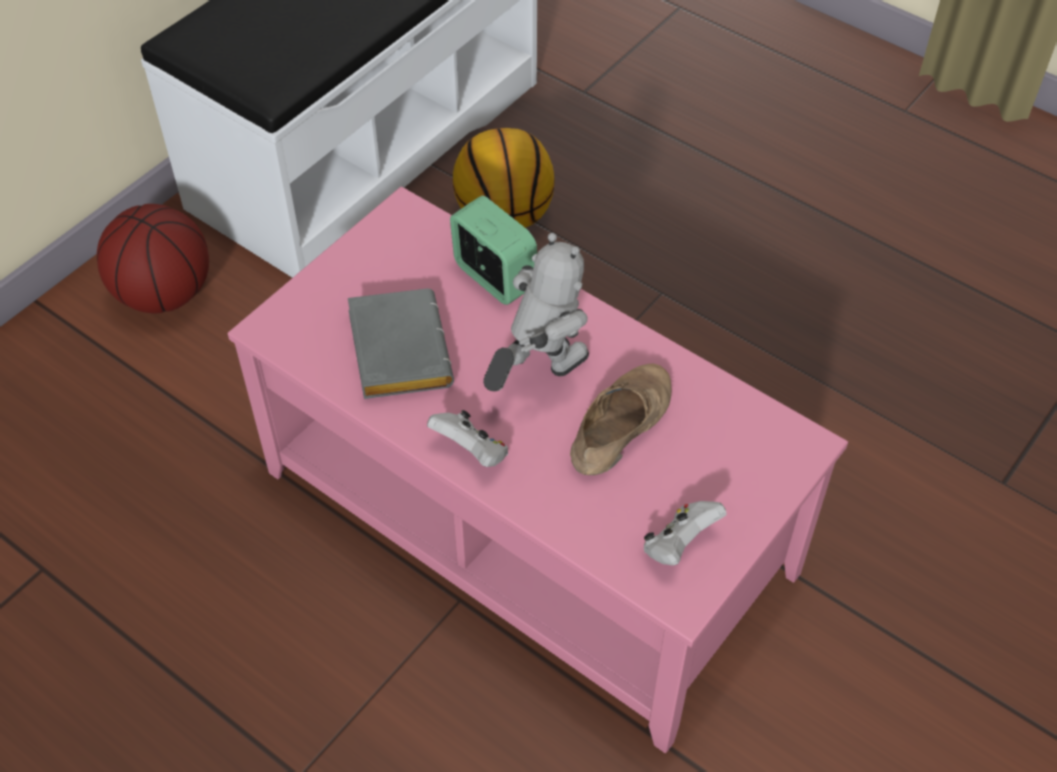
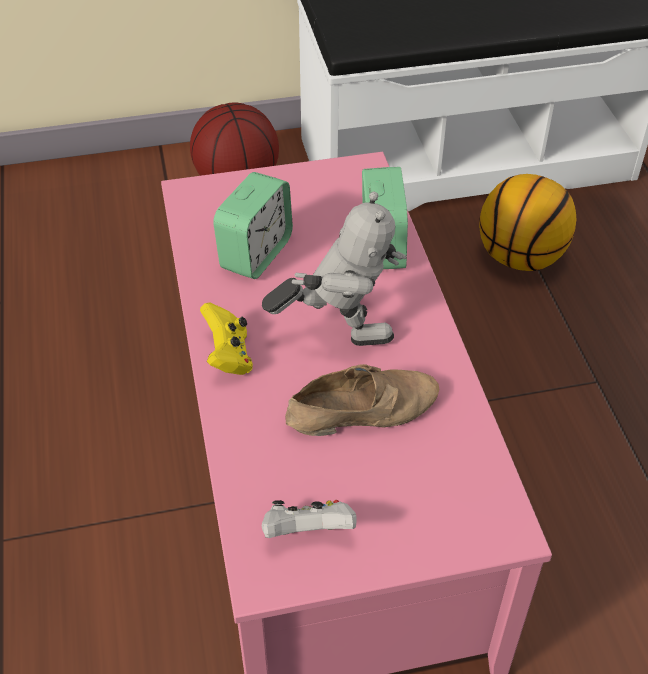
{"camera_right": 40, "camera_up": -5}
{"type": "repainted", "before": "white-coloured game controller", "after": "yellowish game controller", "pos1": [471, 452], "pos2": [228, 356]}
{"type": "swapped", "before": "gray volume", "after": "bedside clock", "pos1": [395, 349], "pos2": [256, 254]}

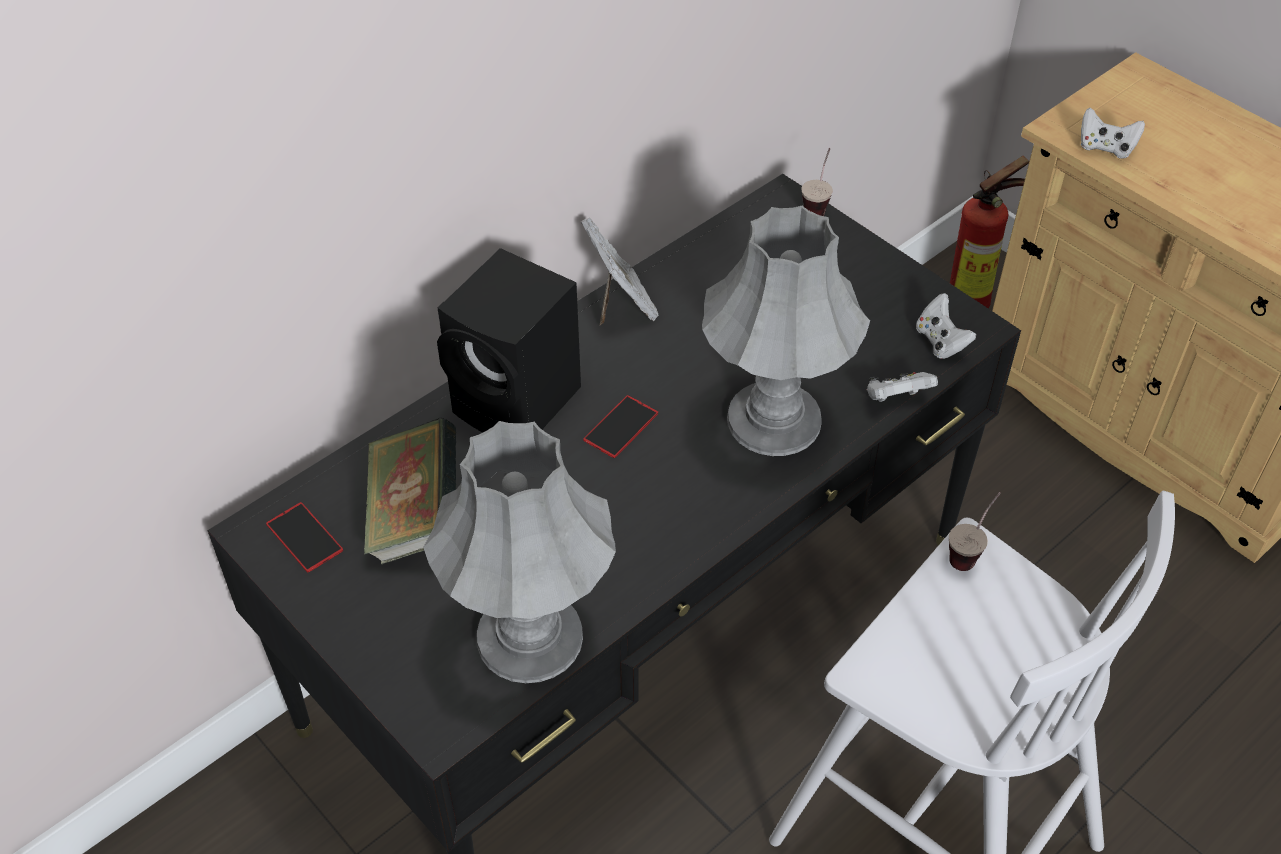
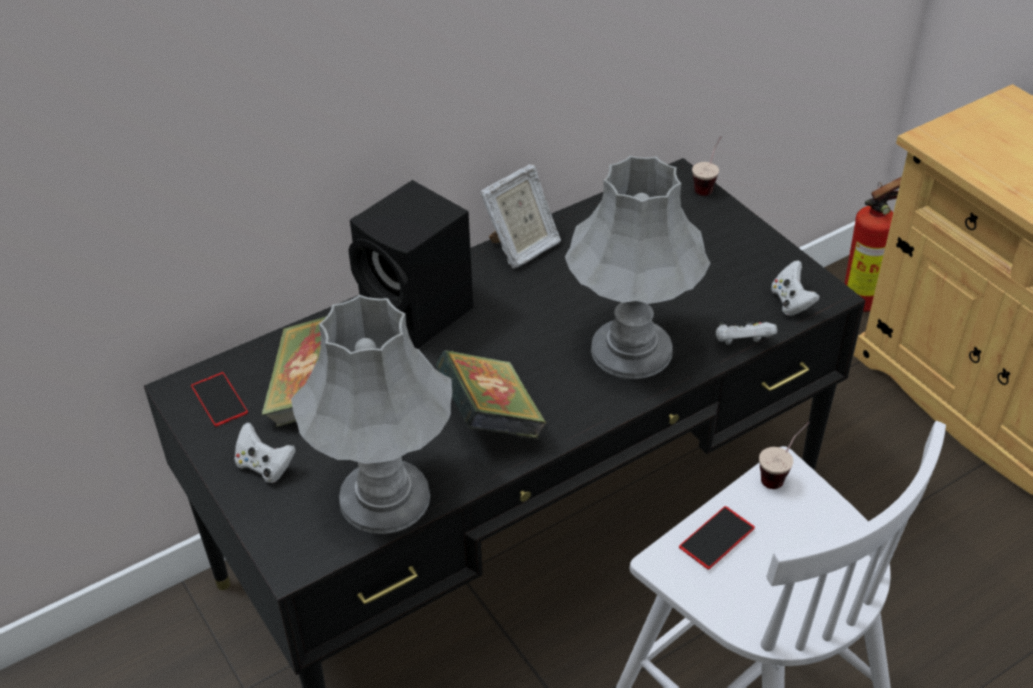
{"camera_right": 10, "camera_up": -5}
{"type": "shifted", "before": "white-coloured game controller", "pos1": [1105, 148], "pos2": [265, 466]}
{"type": "new", "after": "volume", "pos2": [491, 420]}
{"type": "rotated", "before": "standing frame", "pos1": [621, 305], "pos2": [521, 248], "turn": 60}
{"type": "shifted", "before": "handset", "pos1": [621, 426], "pos2": [716, 537]}

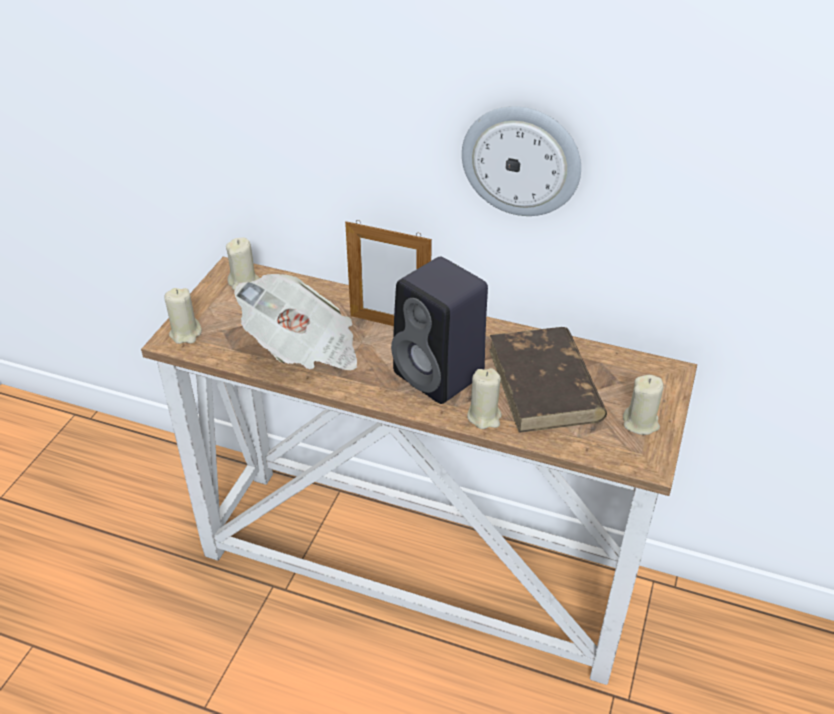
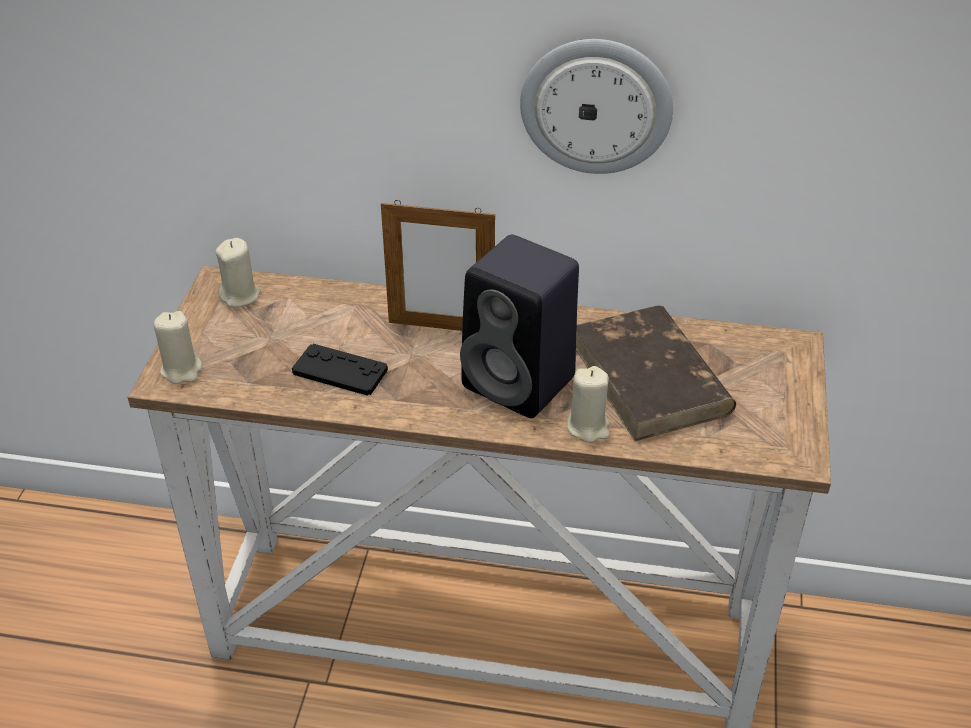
{"camera_right": -10, "camera_up": 0}
{"type": "swapped", "before": "daily paper", "after": "blackish game controller", "pos1": [303, 349], "pos2": [340, 371]}
{"type": "gone", "before": "beige wax candle", "pos1": [641, 423]}

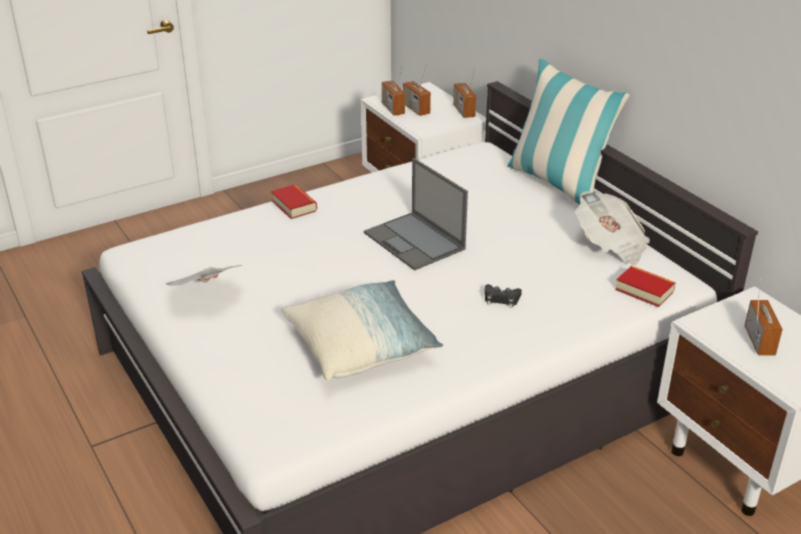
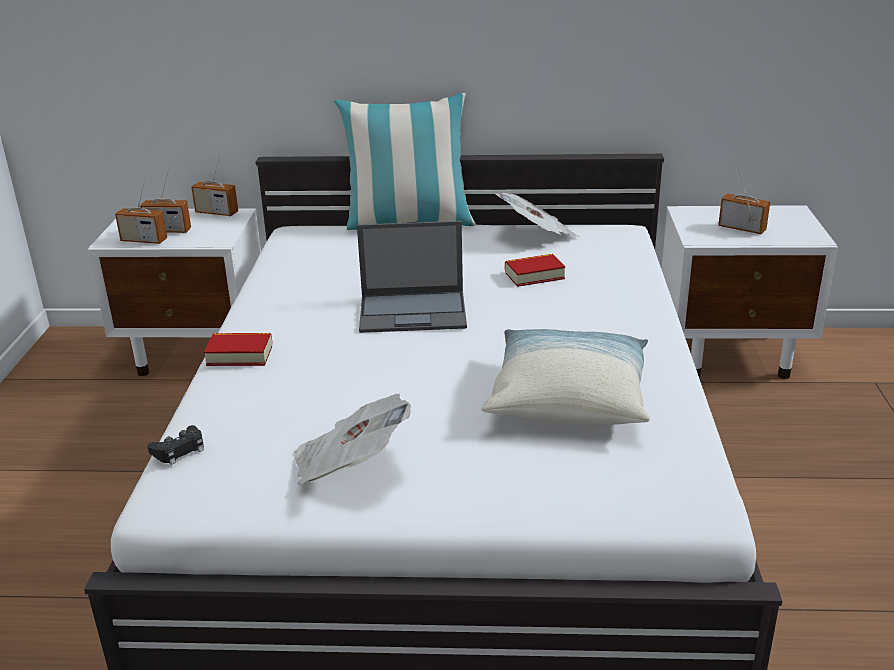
{"camera_right": -55, "camera_up": -5}
{"type": "shifted", "before": "blackish game controller", "pos1": [501, 299], "pos2": [179, 450]}
{"type": "shifted", "before": "volume", "pos1": [644, 290], "pos2": [534, 275]}

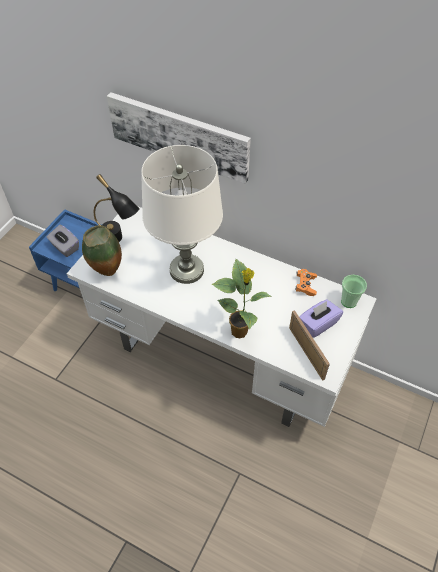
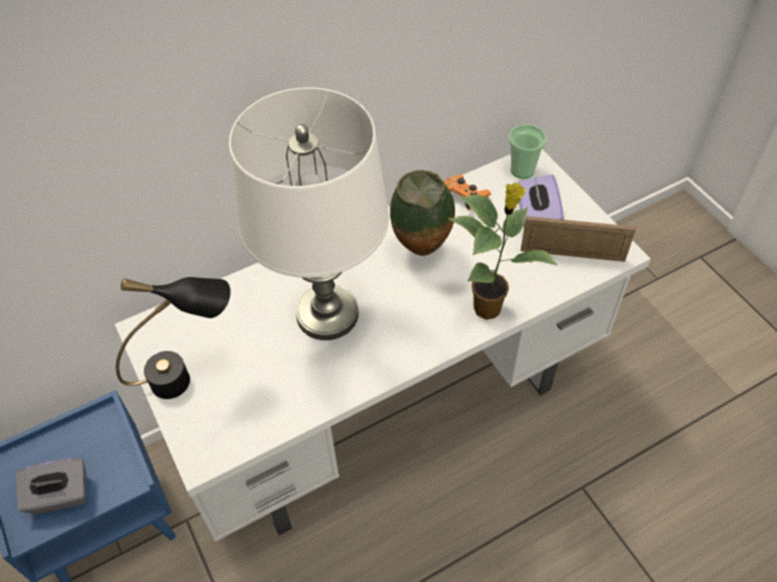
{"camera_right": -55, "camera_up": 0}
{"type": "shifted", "before": "vase", "pos1": [107, 273], "pos2": [422, 252]}
{"type": "gone", "before": "wall picture", "pos1": [179, 135]}

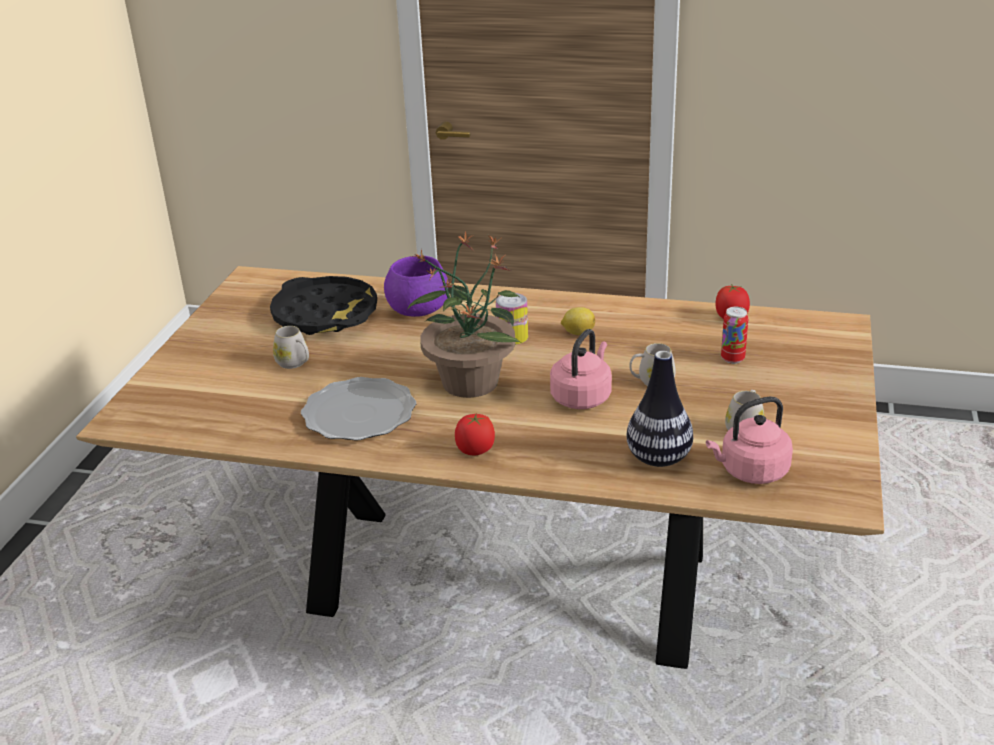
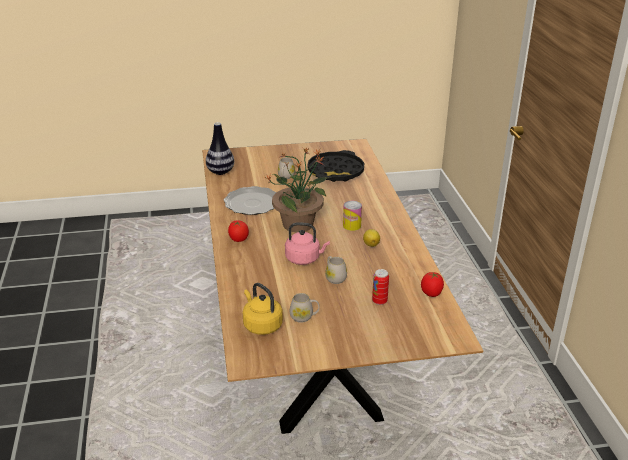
{"camera_right": 65, "camera_up": 0}
{"type": "shifted", "before": "vase", "pos1": [659, 459], "pos2": [220, 172]}
{"type": "repainted", "before": "pinkish water kettle", "after": "yellowish water kettle", "pos1": [750, 472], "pos2": [261, 325]}
{"type": "gone", "before": "purplish bowl", "pos1": [419, 310]}

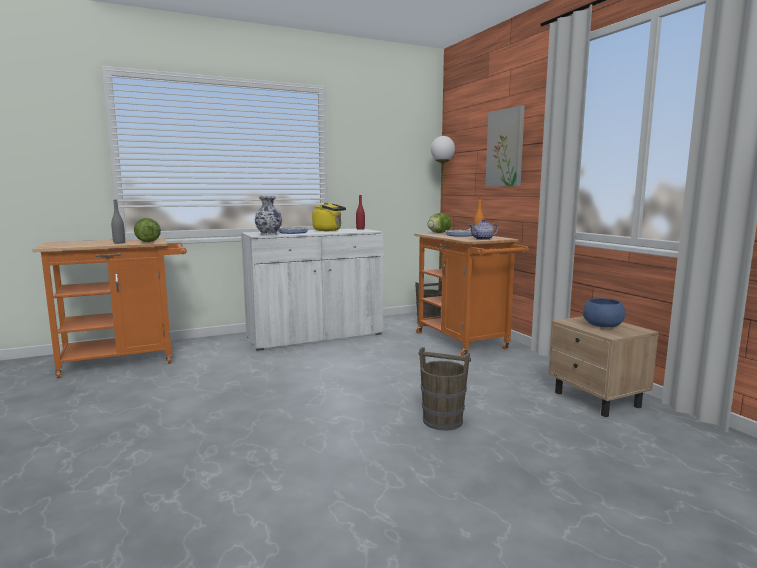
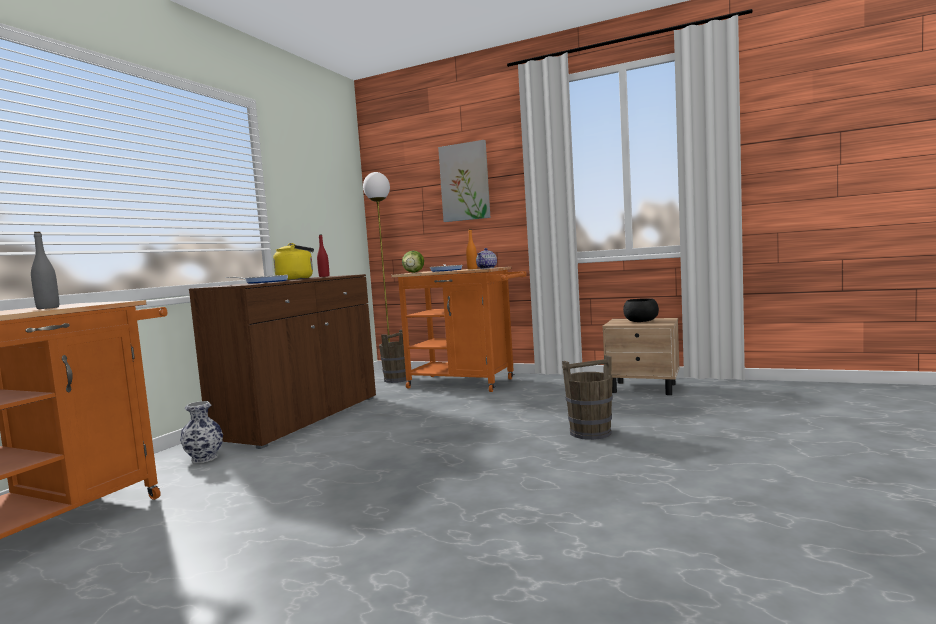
{"camera_right": -40, "camera_up": -5}
{"type": "shifted", "before": "vase", "pos1": [269, 235], "pos2": [204, 458]}
{"type": "repainted", "before": "white-coloured storage cabinet", "after": "brown storage cabinet", "pos1": [315, 336], "pos2": [301, 418]}
{"type": "repainted", "before": "bluish bowl", "after": "blackish bowl", "pos1": [602, 325], "pos2": [640, 321]}
{"type": "gone", "before": "lettuce", "pos1": [148, 242]}

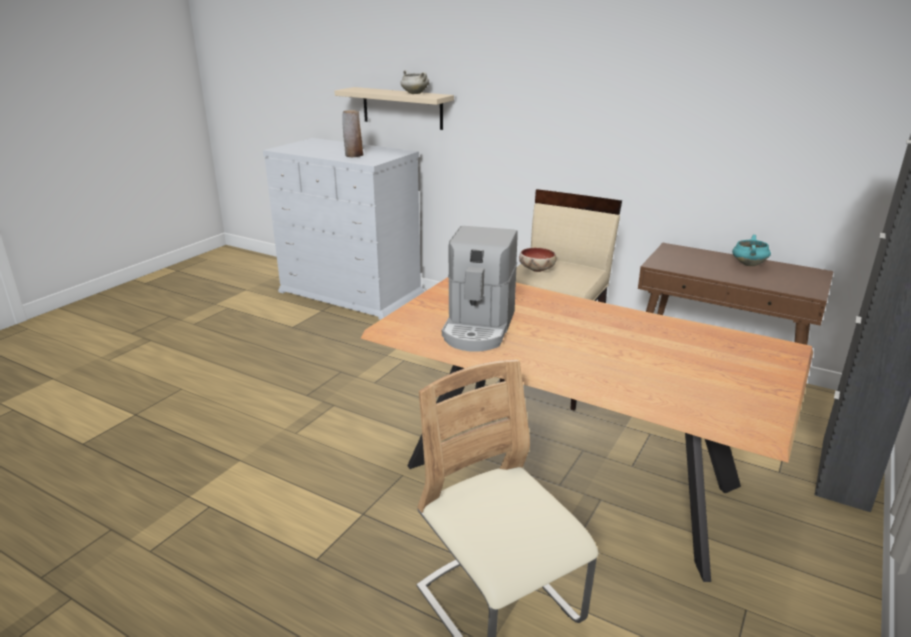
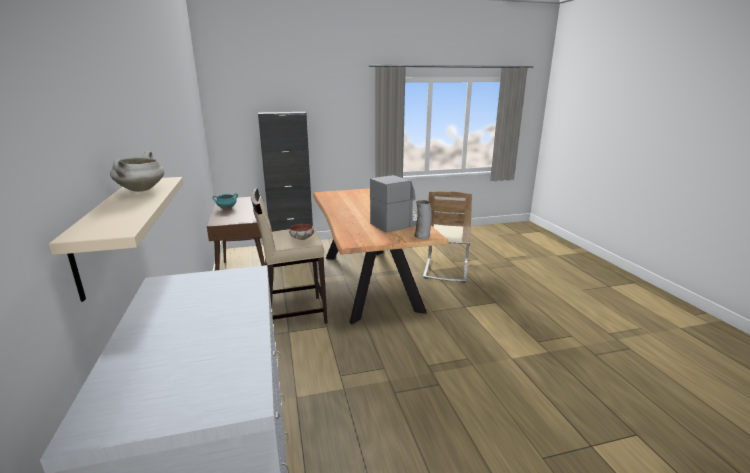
{"camera_right": -135, "camera_up": -5}
{"type": "shifted", "before": "vase", "pos1": [353, 155], "pos2": [422, 236]}

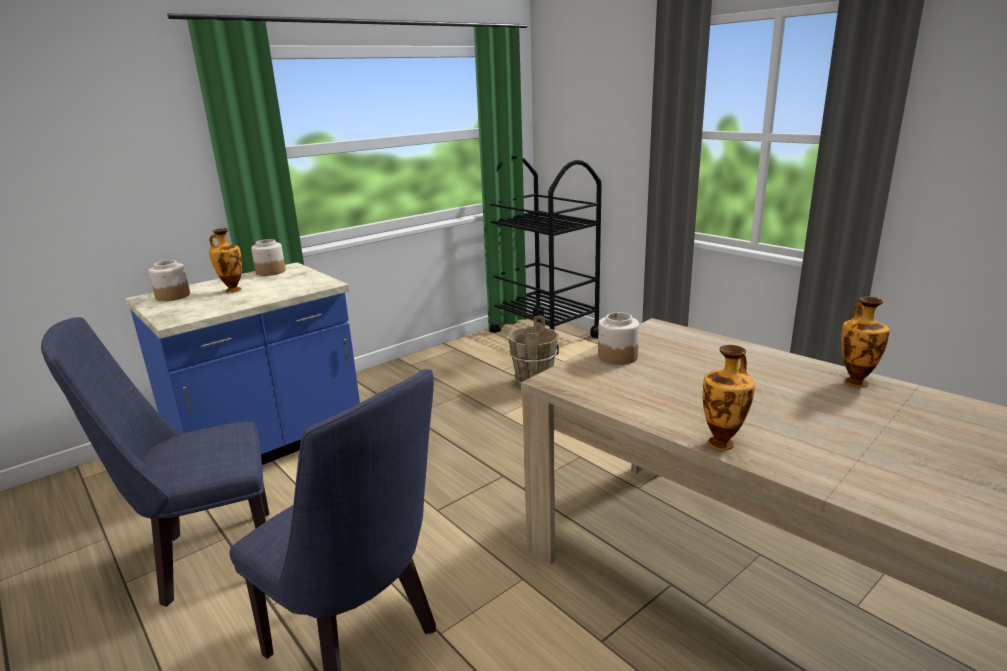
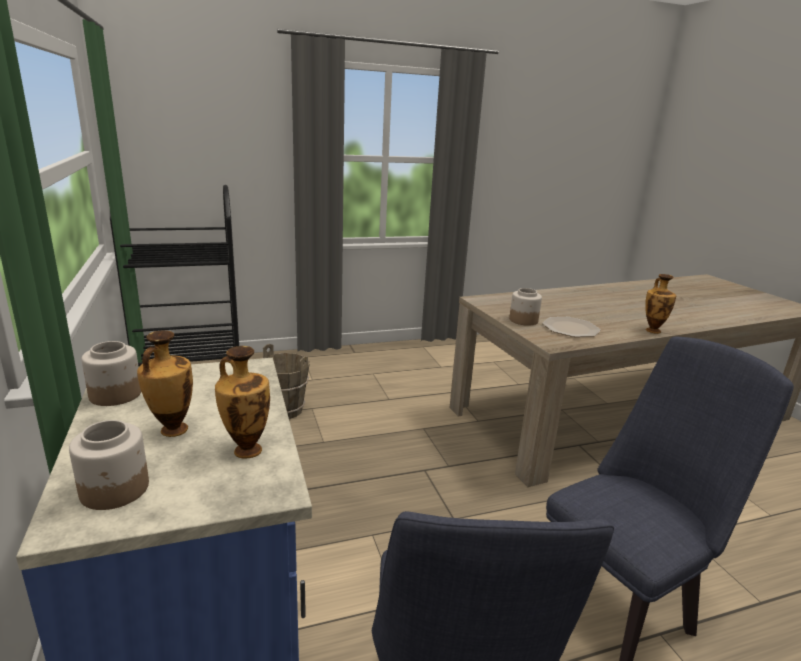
{"camera_right": -70, "camera_up": 0}
{"type": "shifted", "before": "vase", "pos1": [855, 381], "pos2": [246, 450]}
{"type": "new", "after": "plate", "pos2": [570, 328]}

